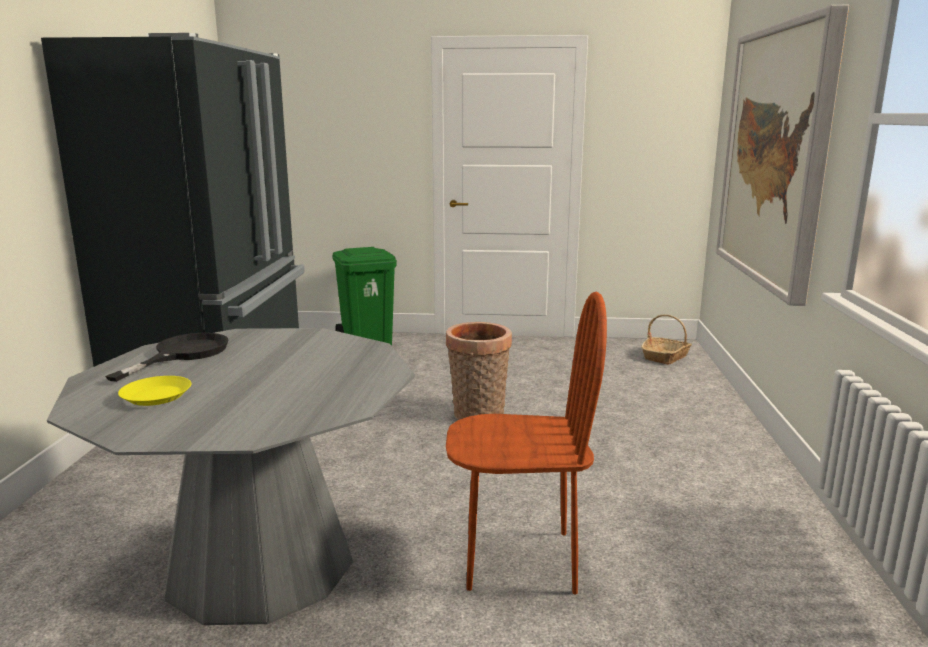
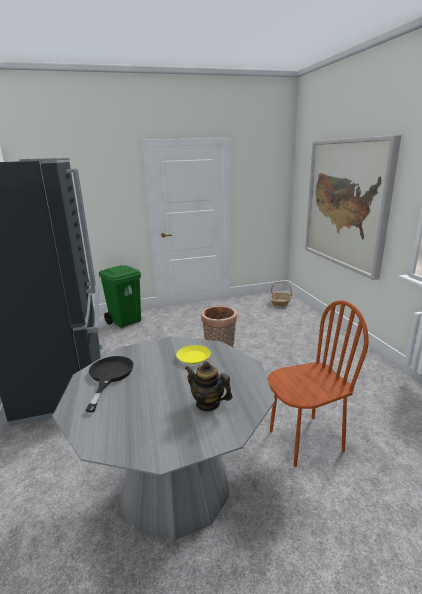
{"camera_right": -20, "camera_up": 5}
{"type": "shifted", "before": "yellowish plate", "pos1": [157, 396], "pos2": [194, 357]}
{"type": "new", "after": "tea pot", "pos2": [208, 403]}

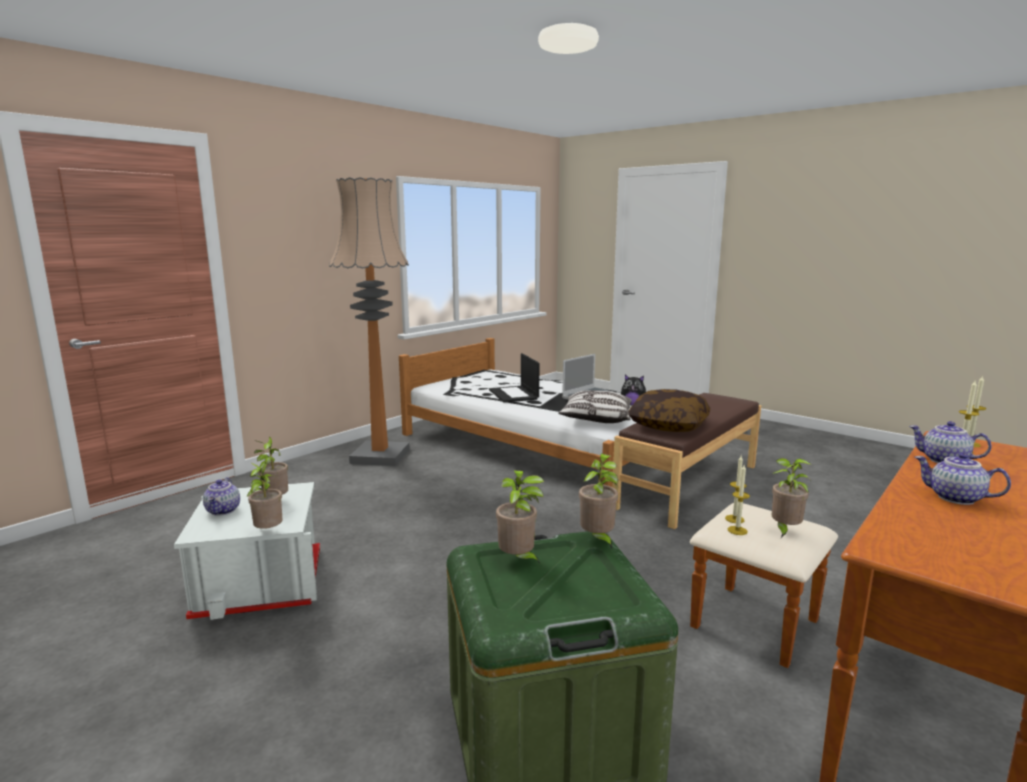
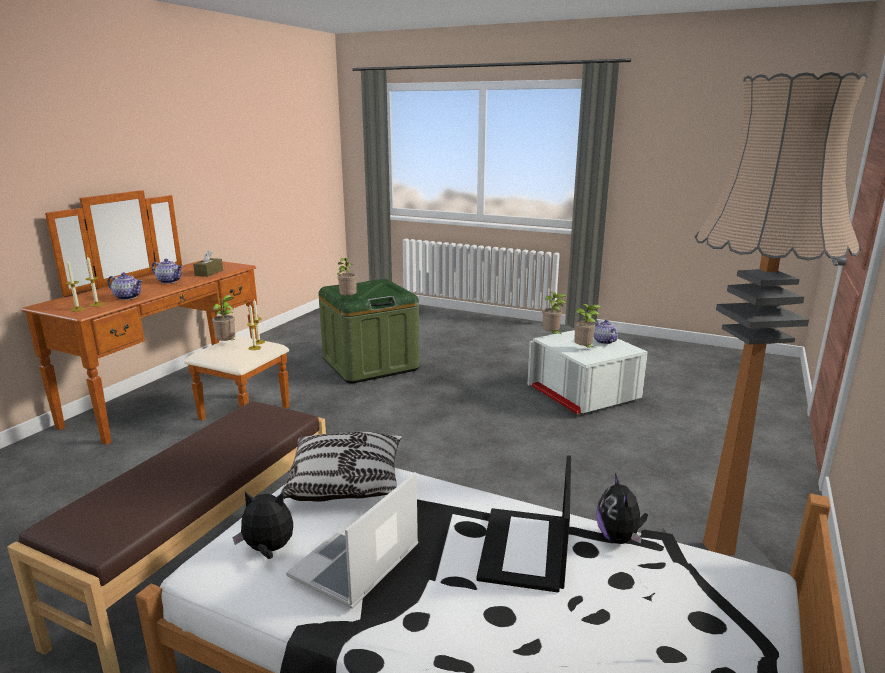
{"camera_right": 165, "camera_up": 5}
{"type": "new", "after": "brown tissue holder", "pos2": [209, 273]}
{"type": "rotated", "before": "portable computer", "pos1": [514, 394], "pos2": [525, 550], "turn": -135}
{"type": "new", "after": "plush toy", "pos2": [619, 538]}
{"type": "gone", "before": "potted plant", "pos1": [518, 560]}
{"type": "gone", "before": "pillow", "pos1": [668, 425]}

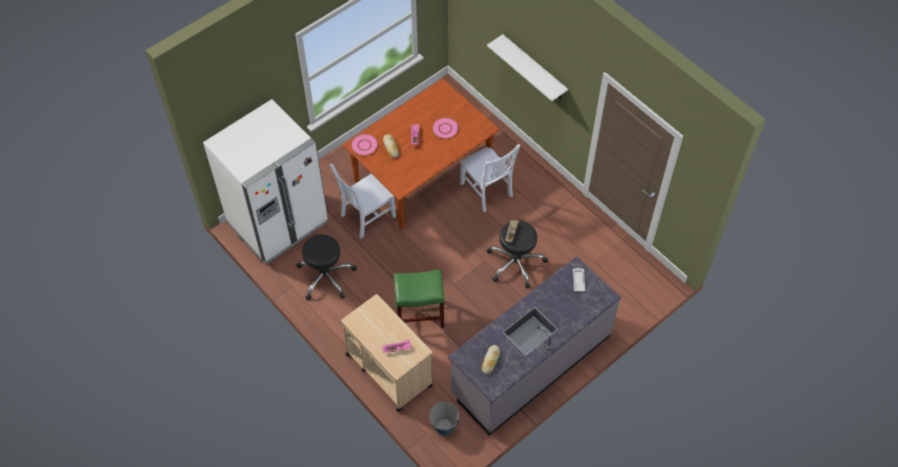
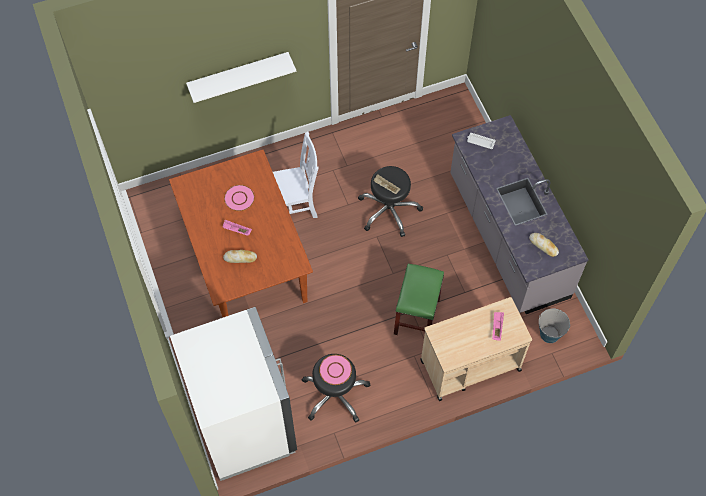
{"camera_right": -70, "camera_up": 5}
{"type": "shifted", "before": "pinkish plate", "pos1": [364, 145], "pos2": [335, 370]}
{"type": "gone", "before": "white-coloured chair", "pos1": [366, 216]}

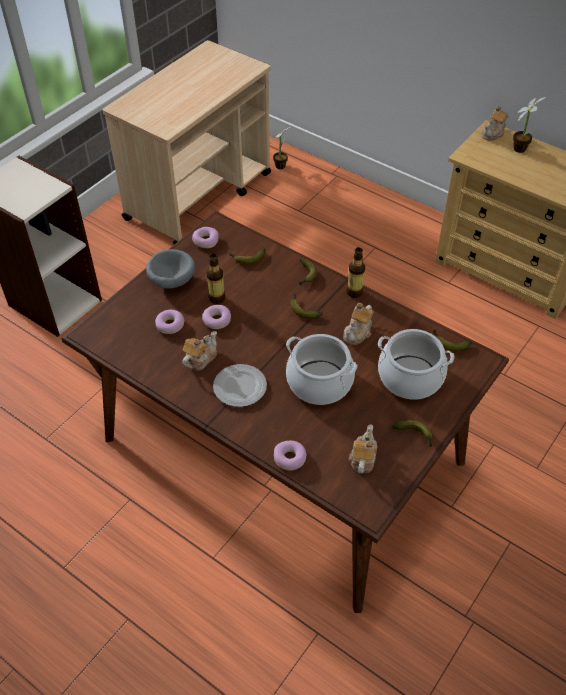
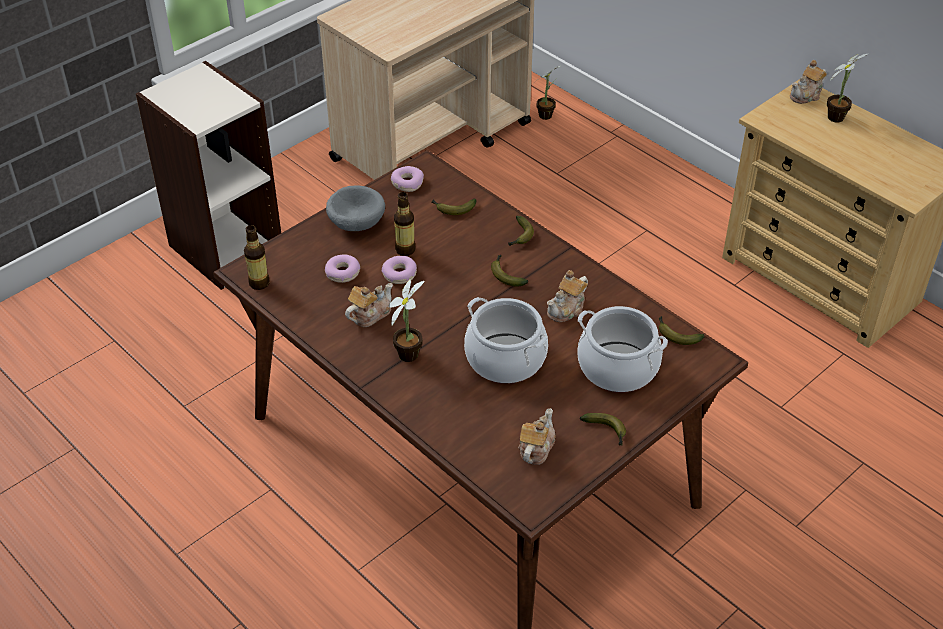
{"camera_right": 10, "camera_up": -5}
{"type": "shifted", "before": "bottle", "pos1": [354, 292], "pos2": [259, 283]}
{"type": "swapped", "before": "plate", "after": "potted plant", "pos1": [240, 387], "pos2": [409, 352]}
{"type": "gone", "before": "donut", "pos1": [290, 458]}

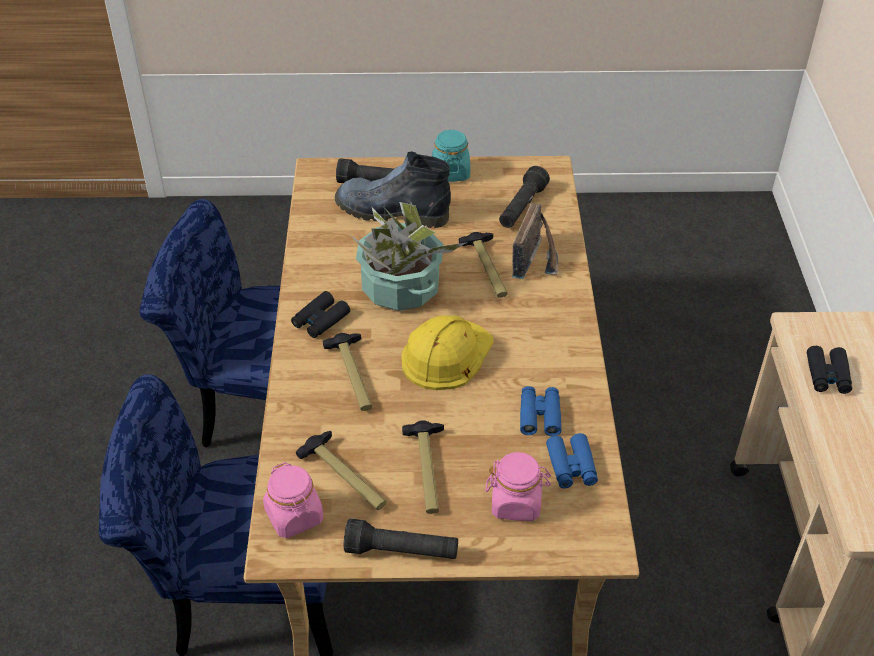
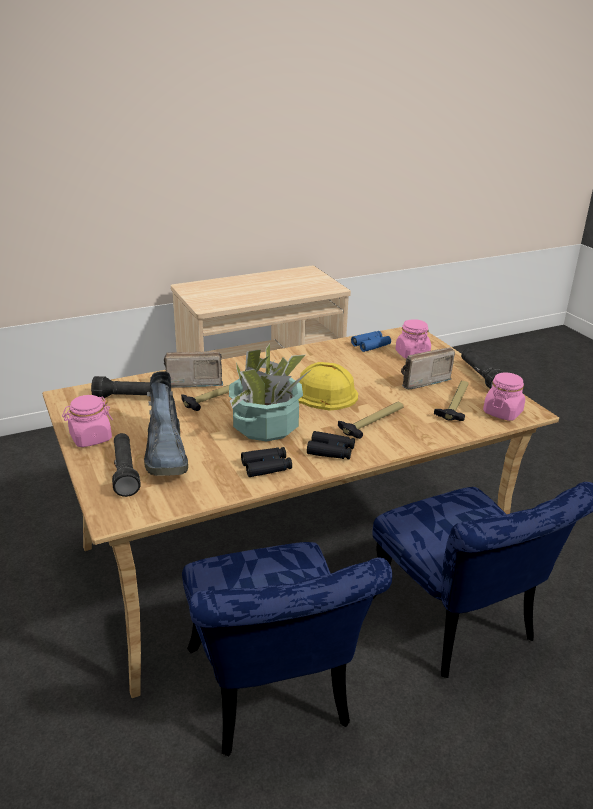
{"camera_right": -115, "camera_up": -15}
{"type": "repainted", "before": "turquoise-coloured storage jar", "after": "pinkish storage jar", "pos1": [450, 172], "pos2": [90, 438]}
{"type": "shifted", "before": "blackish binoculars", "pos1": [827, 375], "pos2": [266, 467]}
{"type": "swapped", "before": "hand hammer", "after": "radio", "pos1": [427, 471], "pos2": [420, 381]}
{"type": "gone", "before": "bluish binoculars", "pos1": [539, 415]}

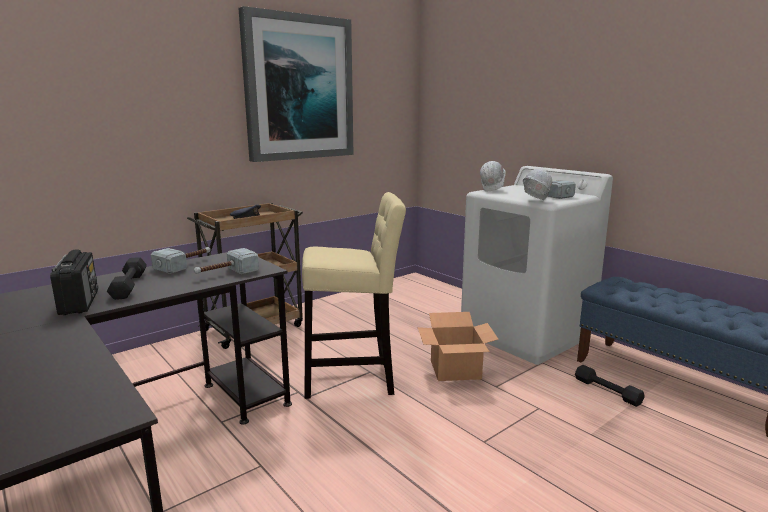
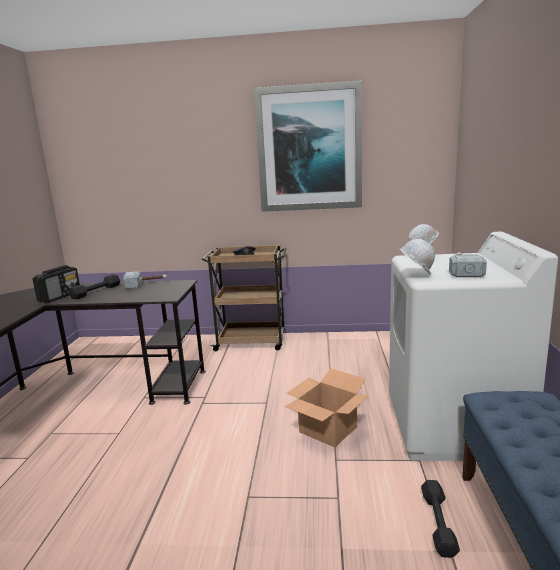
{"camera_right": 45, "camera_up": 0}
{"type": "gone", "before": "hand hammer", "pos1": [226, 273]}
{"type": "gone", "before": "beige sitting stool", "pos1": [354, 380]}

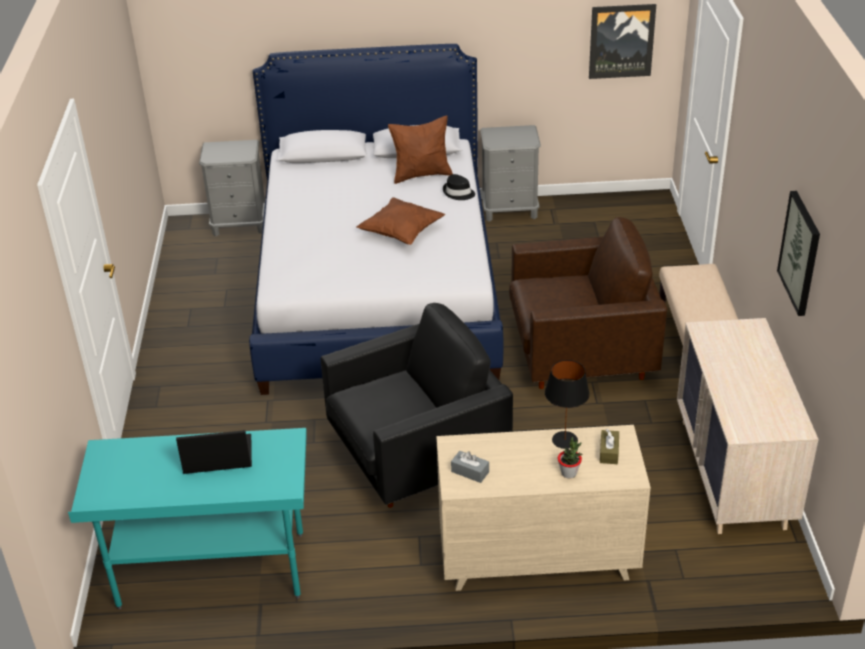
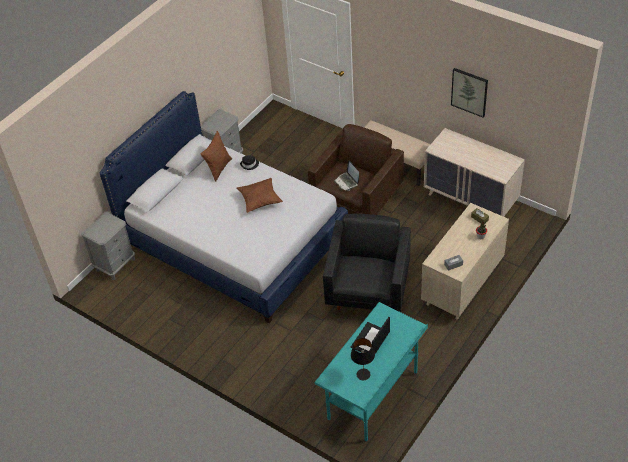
{"camera_right": -50, "camera_up": 10}
{"type": "new", "after": "portable computer", "pos2": [347, 182]}
{"type": "shifted", "before": "blackish table lamp", "pos1": [565, 440], "pos2": [363, 374]}
{"type": "gone", "before": "wall picture", "pos1": [621, 41]}

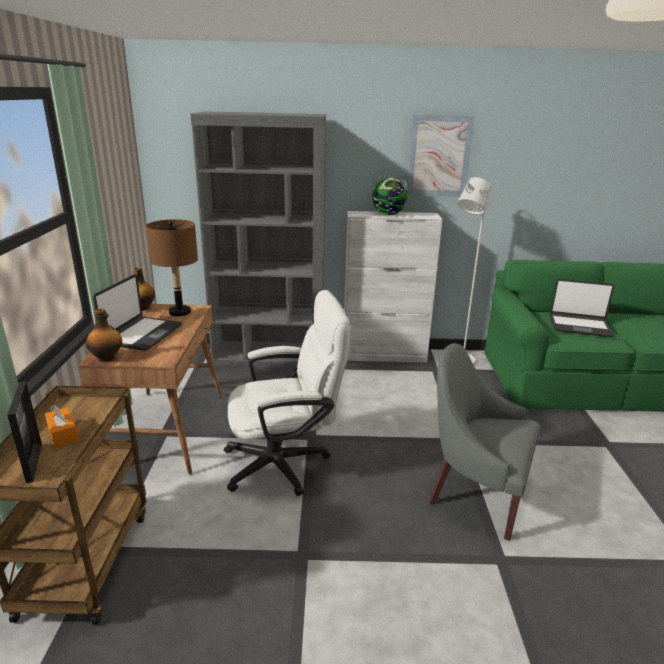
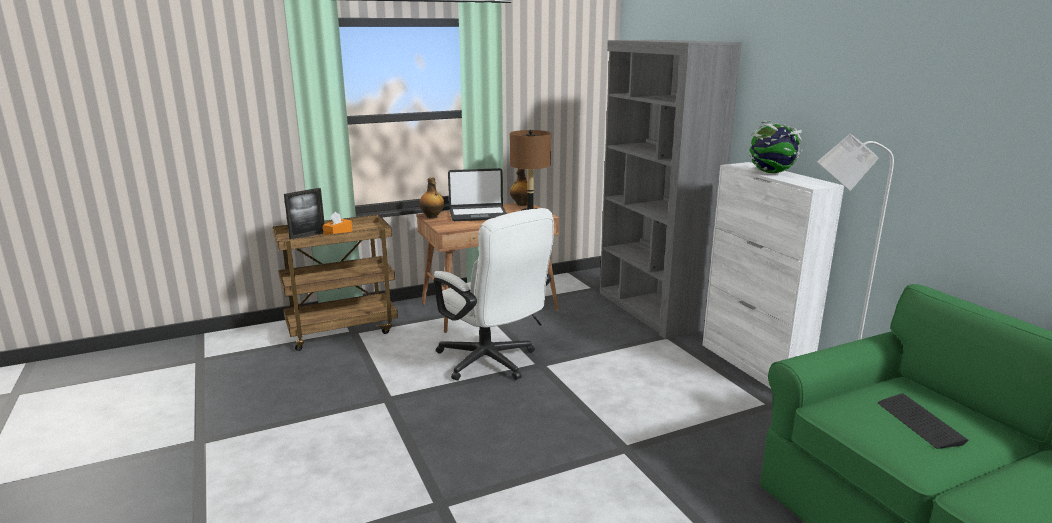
{"camera_right": 65, "camera_up": -5}
{"type": "swapped", "before": "portable computer", "after": "keyboard", "pos1": [579, 326], "pos2": [919, 422]}
{"type": "gone", "before": "wall picture", "pos1": [439, 156]}
{"type": "gone", "before": "gray armchair", "pos1": [476, 492]}

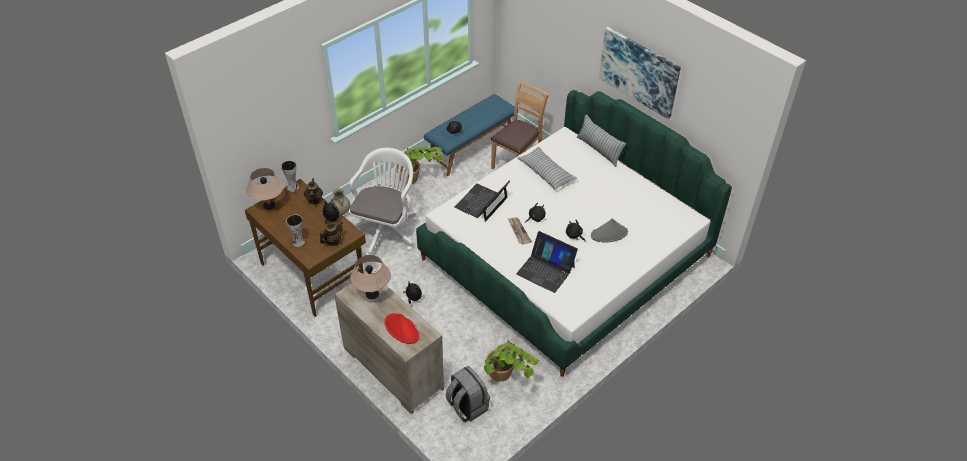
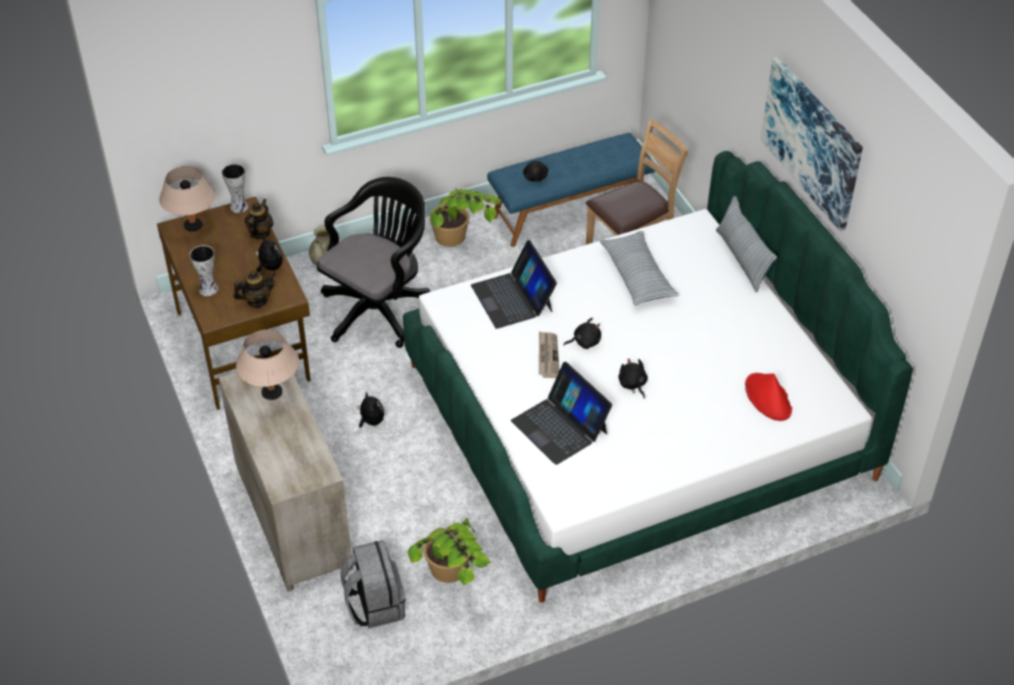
{"camera_right": 20, "camera_up": 0}
{"type": "repainted", "before": "white-coloured desk chair", "after": "blackish desk chair", "pos1": [386, 230], "pos2": [379, 308]}
{"type": "rotated", "before": "portable computer", "pos1": [482, 203], "pos2": [513, 298], "turn": -75}
{"type": "shifted", "before": "reddish wearable hat", "pos1": [402, 329], "pos2": [768, 398]}
{"type": "gone", "before": "gray wearable hat", "pos1": [609, 234]}

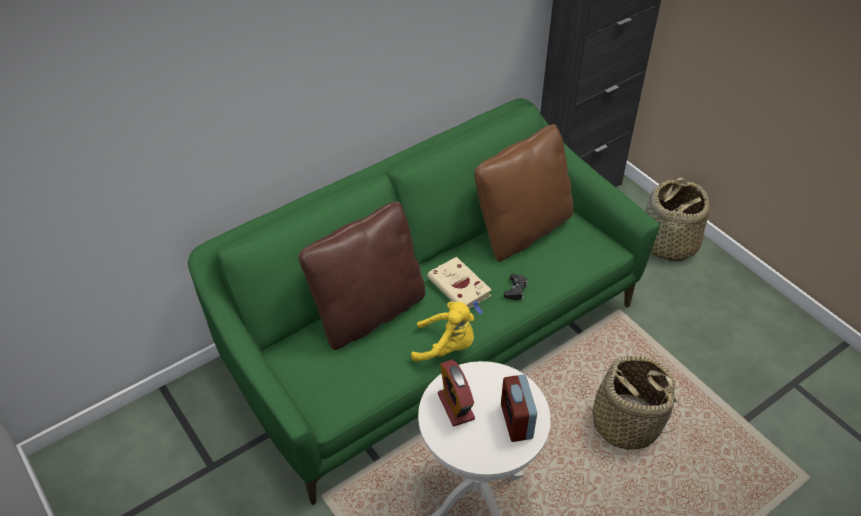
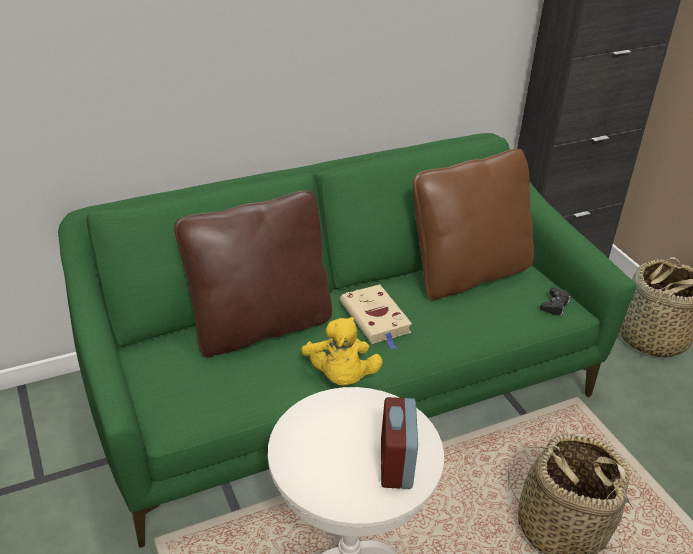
{"camera_right": 10, "camera_up": -10}
{"type": "rotated", "before": "yellowish plush toy", "pos1": [446, 347], "pos2": [340, 377], "turn": 60}
{"type": "shifted", "before": "blackish game controller", "pos1": [515, 290], "pos2": [555, 305]}
{"type": "gone", "before": "bedside clock", "pos1": [456, 406]}

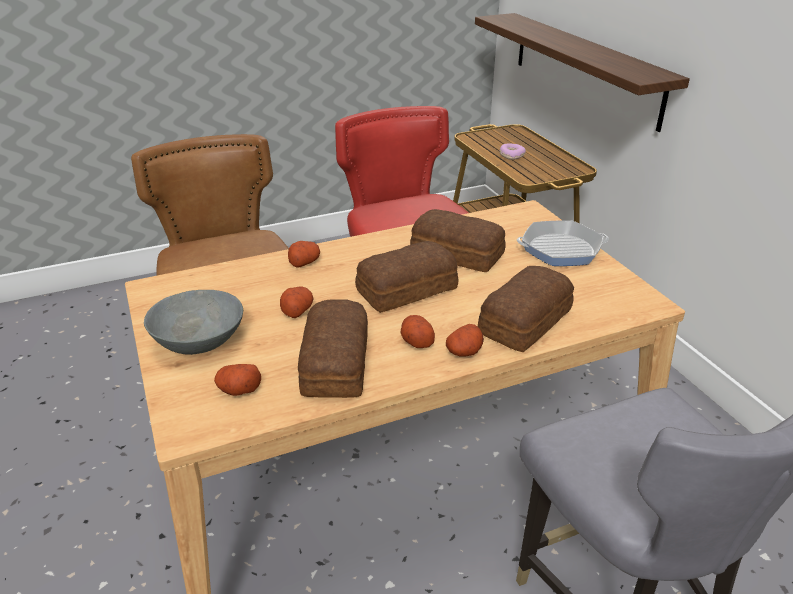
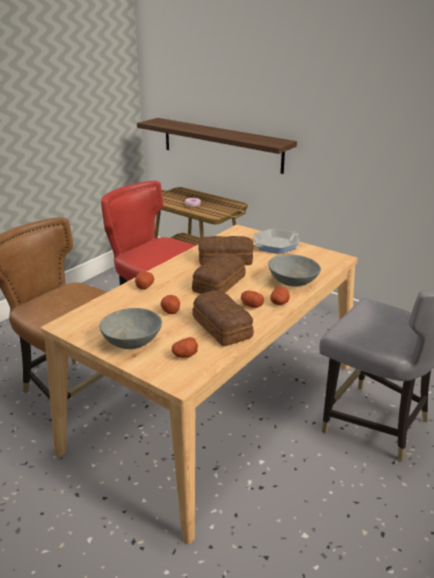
{"camera_right": -30, "camera_up": -5}
{"type": "swapped", "before": "bakery bread", "after": "gray bowl", "pos1": [522, 321], "pos2": [292, 282]}

